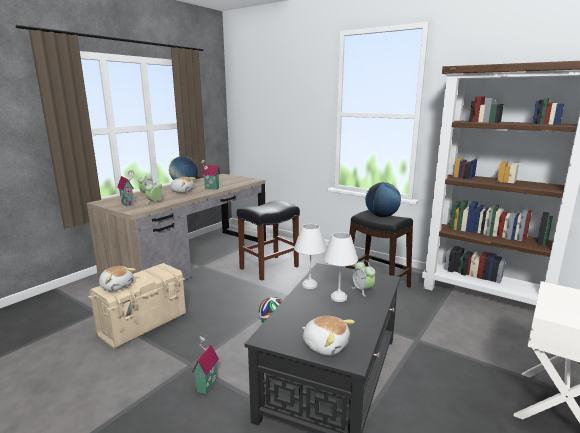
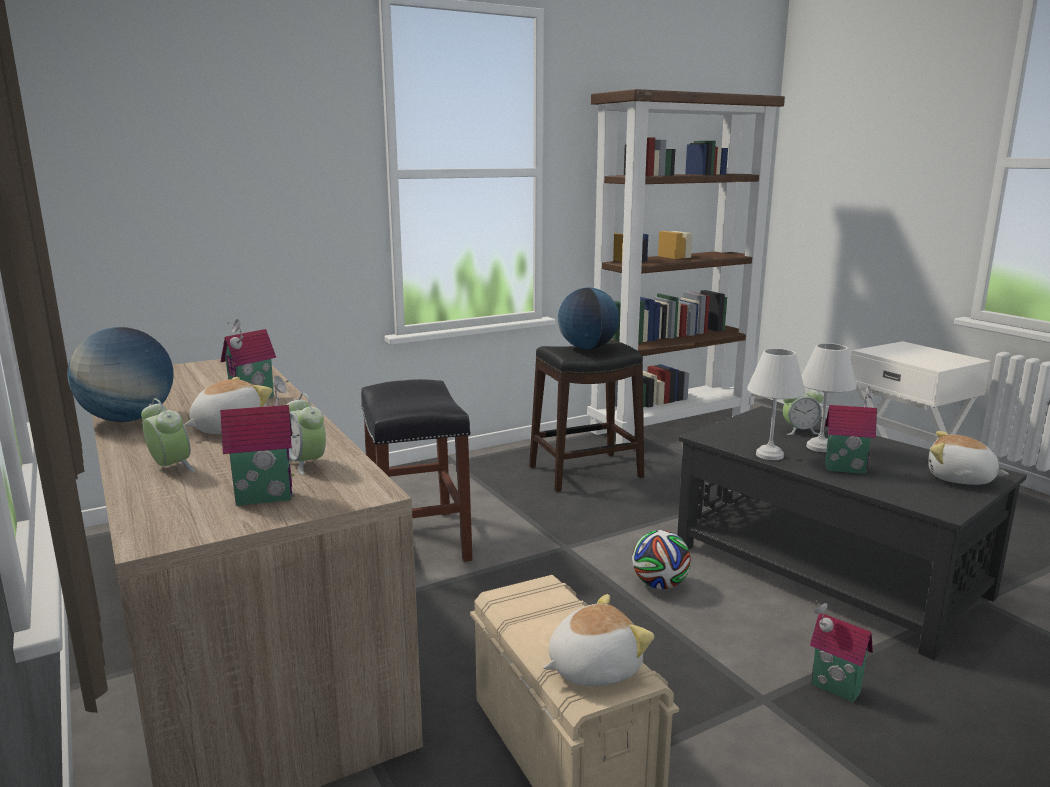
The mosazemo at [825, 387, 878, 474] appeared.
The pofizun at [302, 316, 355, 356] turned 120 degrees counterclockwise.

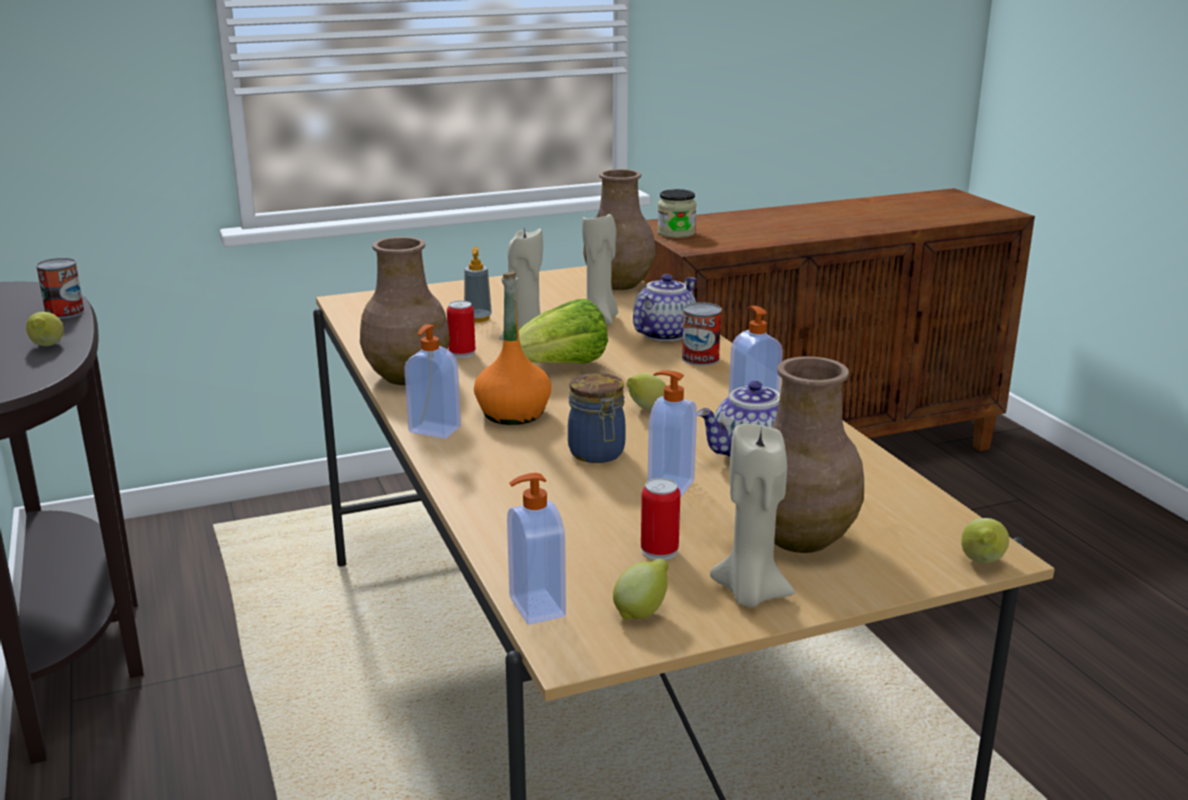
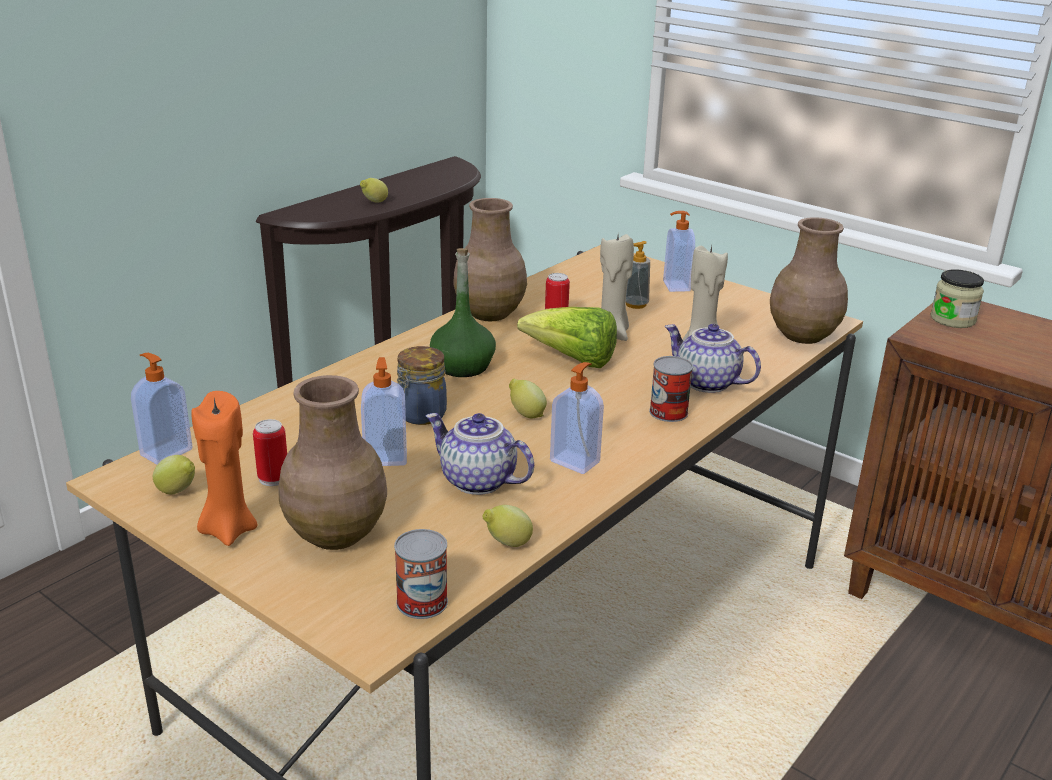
The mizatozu moved from [36, 258, 85, 319] to [394, 529, 448, 619].
The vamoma moved from [404, 324, 461, 439] to [663, 211, 695, 292].
The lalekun moved from [961, 518, 1009, 563] to [482, 505, 533, 547].
The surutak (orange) at [474, 272, 551, 425] became the surutak (green) at [430, 248, 496, 377].
The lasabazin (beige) at [710, 424, 795, 607] became the lasabazin (orange) at [191, 391, 258, 546].
The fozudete at [633, 274, 697, 341] turned 150 degrees counterclockwise.

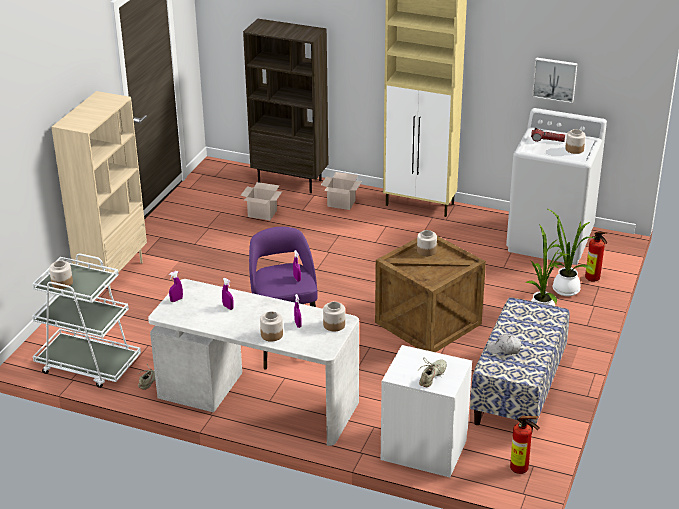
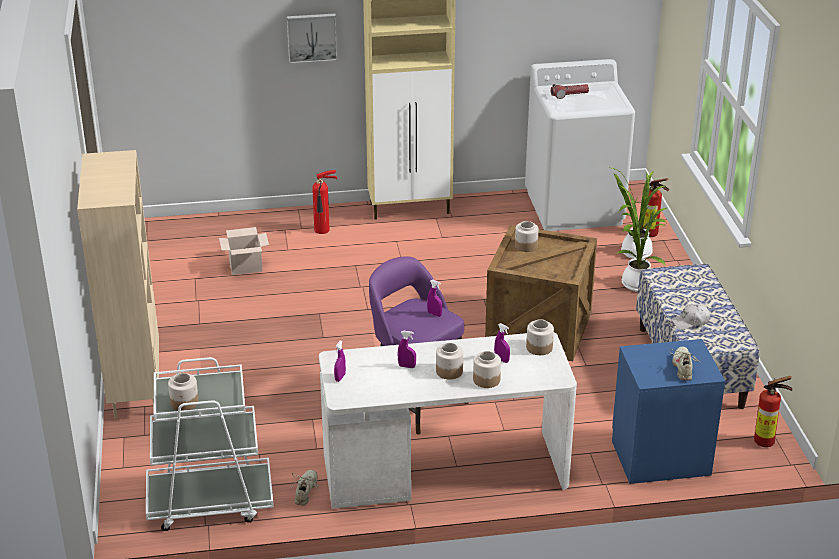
The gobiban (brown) at [243, 19, 328, 193] disappeared.
The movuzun moved from [532, 57, 578, 103] to [287, 14, 337, 64].
The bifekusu moved from [565, 129, 586, 154] to [436, 343, 463, 380].
The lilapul at [321, 172, 362, 210] was replaced by the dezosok at [312, 170, 337, 234].
The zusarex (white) at [381, 345, 472, 477] became the zusarex (blue) at [612, 339, 725, 484].

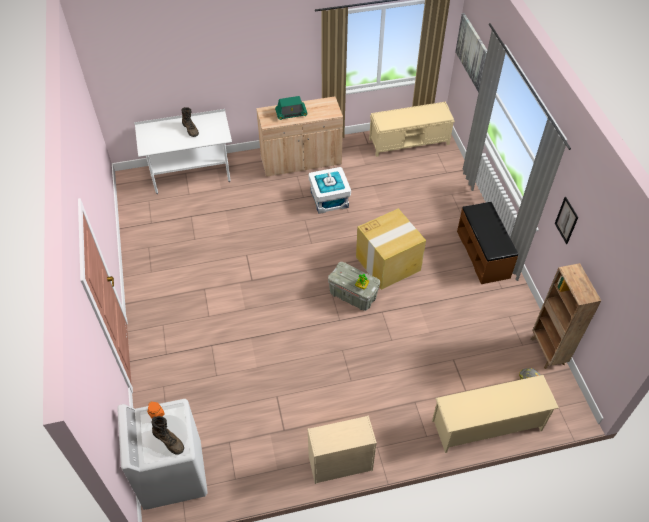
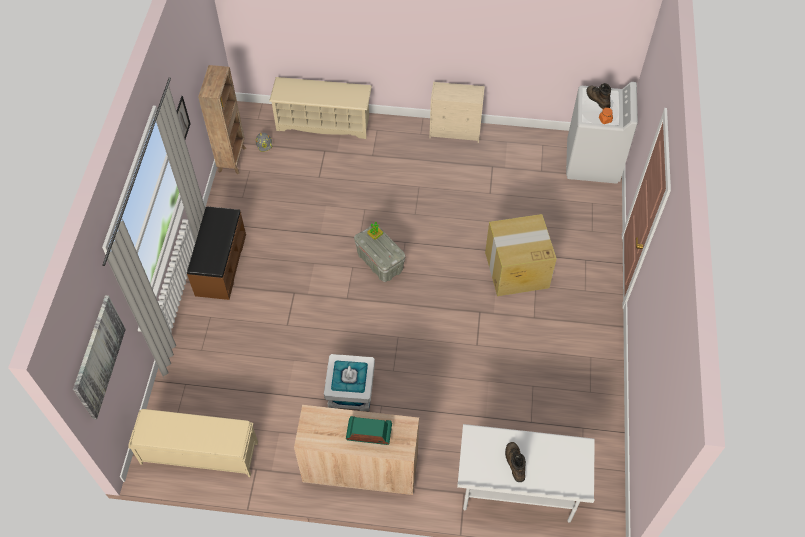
The lilapul moved from [356, 209, 426, 290] to [485, 214, 557, 296].

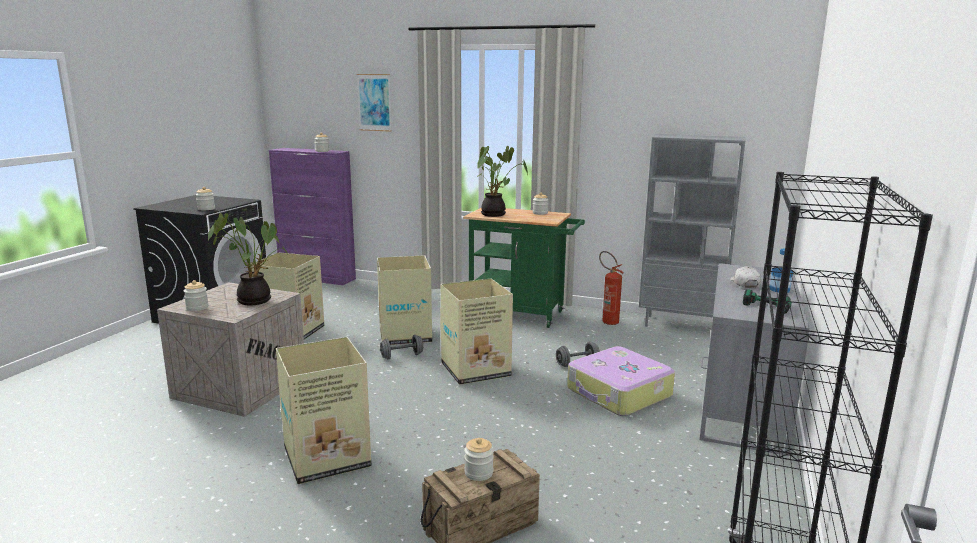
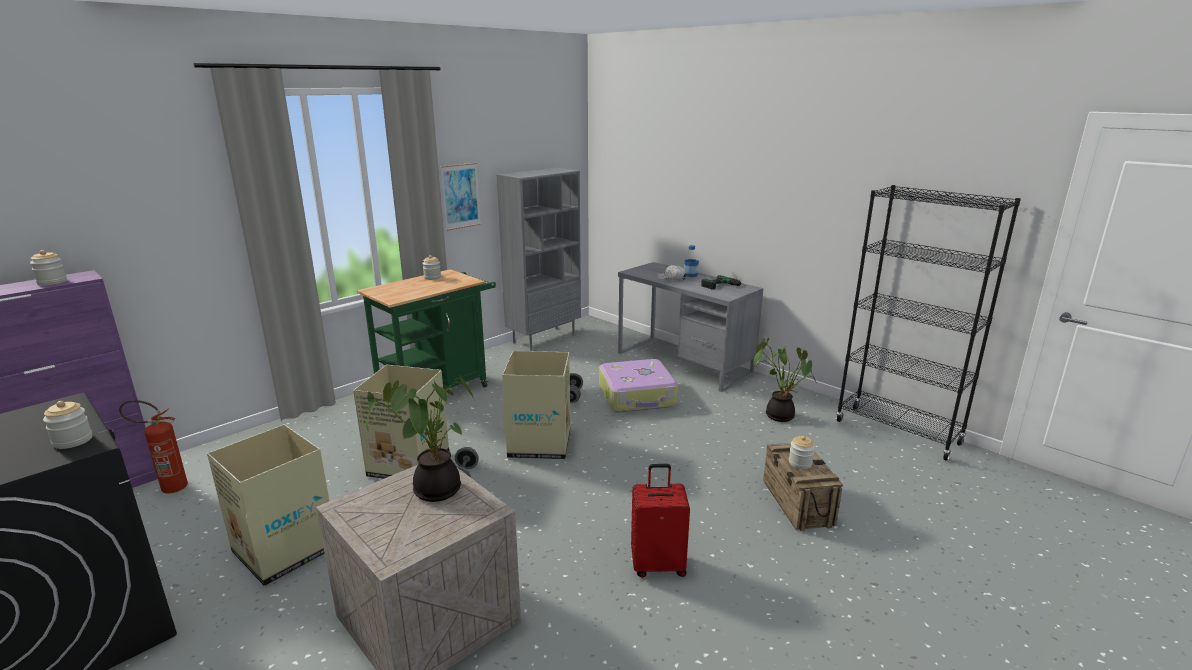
The bifekusu at [184, 280, 209, 311] disappeared.
The movuzun moved from [357, 74, 392, 132] to [441, 163, 481, 231].
The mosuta moved from [476, 146, 528, 217] to [754, 338, 816, 422].
The dezosok moved from [599, 251, 624, 325] to [119, 400, 188, 493].
The lilapul at [276, 337, 371, 484] was replaced by the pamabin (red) at [631, 464, 690, 577].

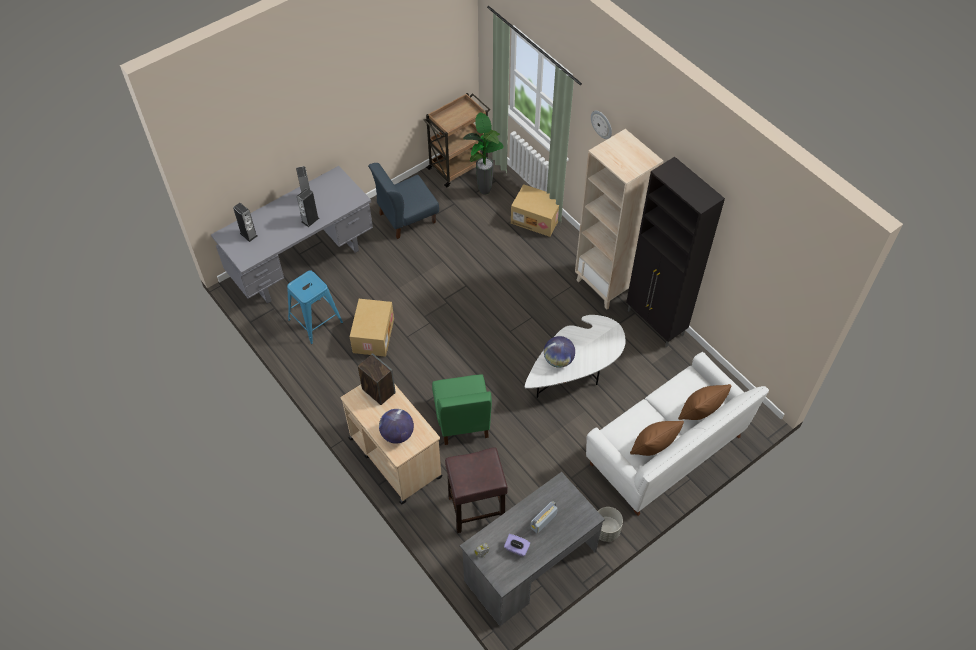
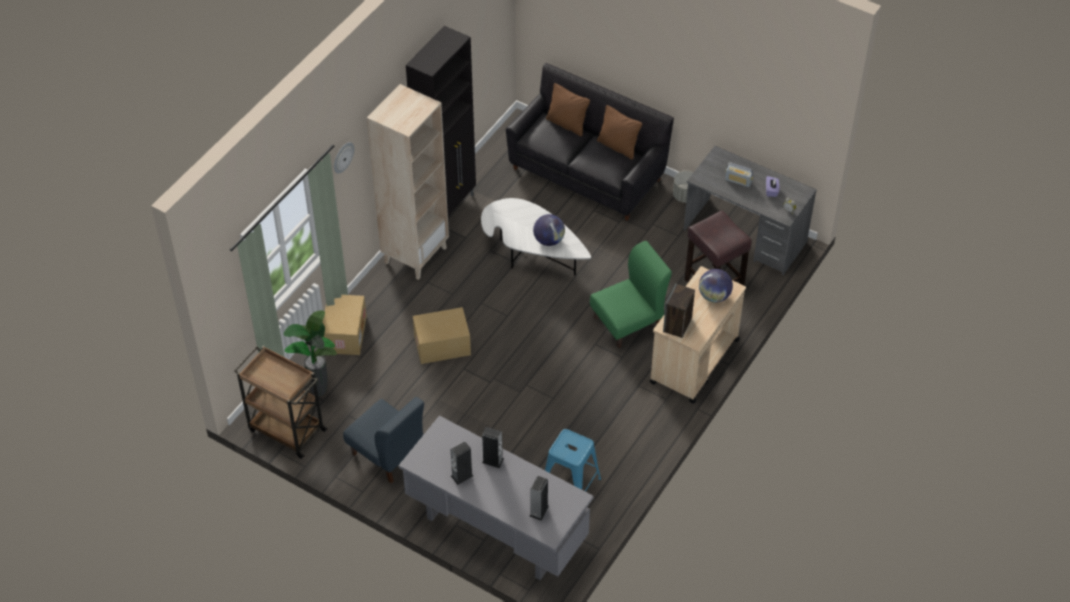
The lilapul moved from [350, 299, 394, 357] to [413, 307, 471, 364].
The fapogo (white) at [586, 352, 769, 516] became the fapogo (black) at [506, 63, 674, 221].

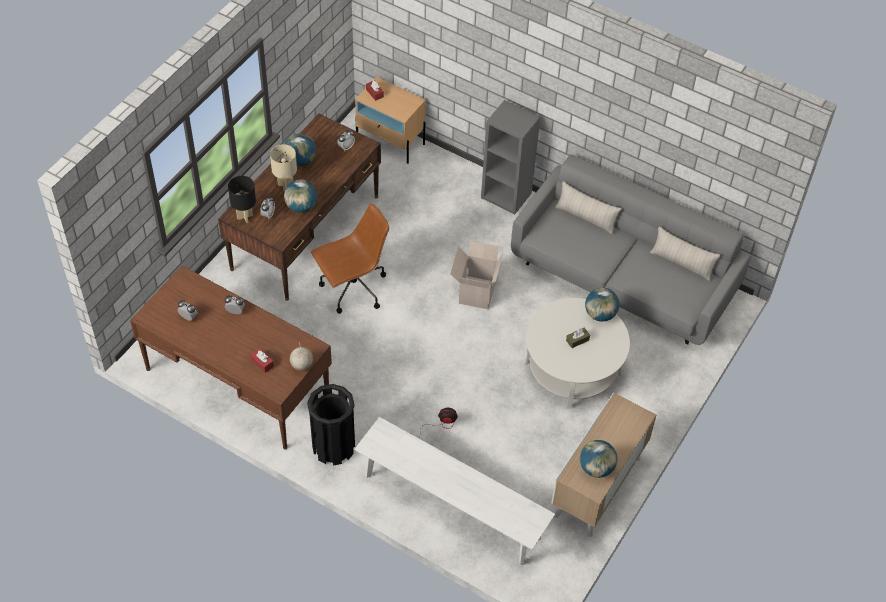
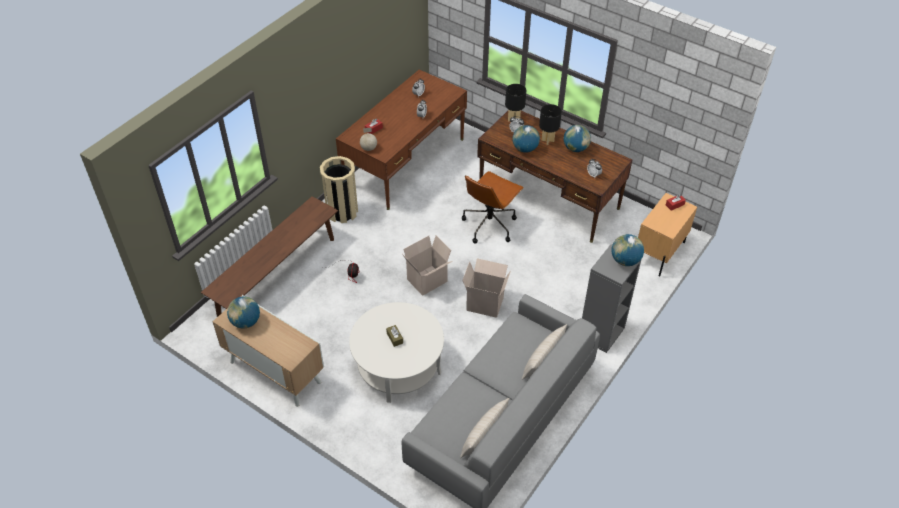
The lilapul at [403, 236, 453, 296] appeared.
The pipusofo moved from [585, 288, 619, 322] to [611, 234, 644, 266].
The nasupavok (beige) at [270, 144, 297, 191] became the nasupavok (black) at [539, 104, 562, 145].
The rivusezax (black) at [307, 384, 355, 465] became the rivusezax (beige) at [320, 156, 358, 223].
The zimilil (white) at [354, 417, 555, 565] became the zimilil (brown) at [201, 196, 338, 317].
The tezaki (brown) at [311, 203, 389, 314] turned 60 degrees clockwise.

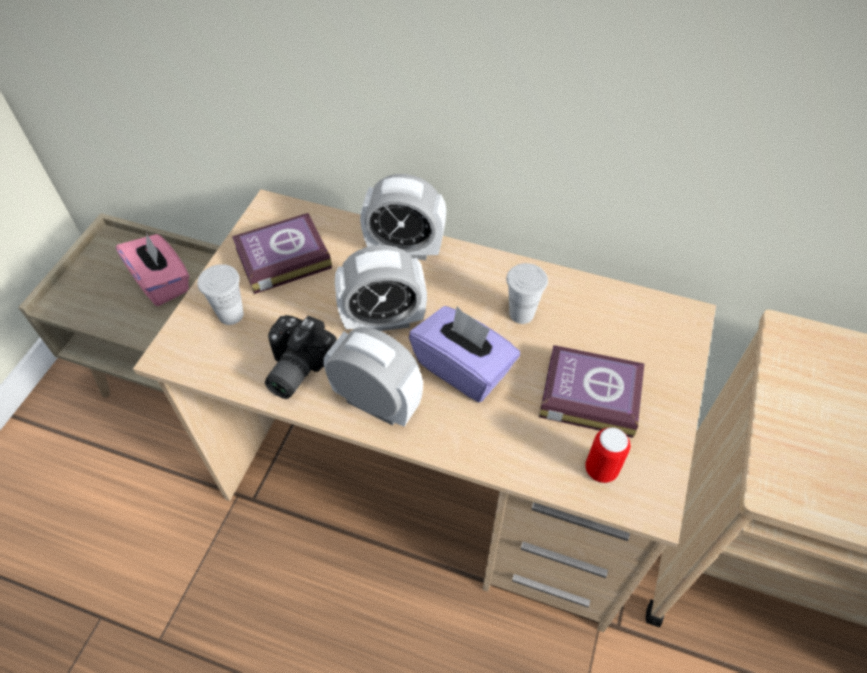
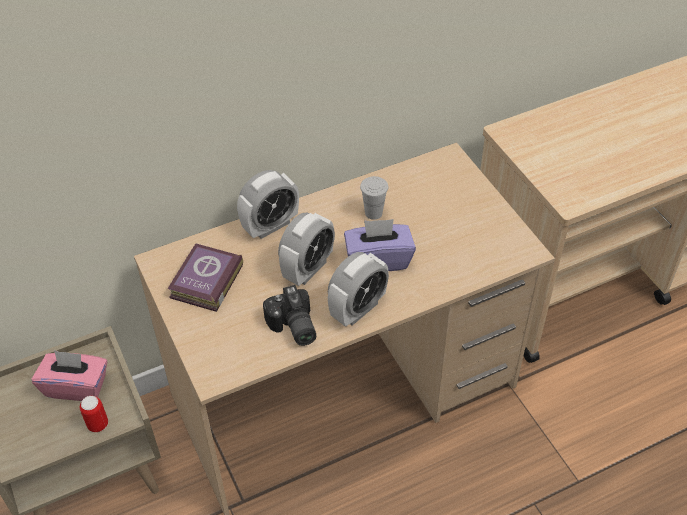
The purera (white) at [197, 264, 244, 325] disappeared.
The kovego at [539, 345, 644, 438] disappeared.
The mizatozu moved from [585, 427, 630, 483] to [80, 396, 108, 432].
The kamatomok at [324, 327, 423, 427] turned 150 degrees clockwise.

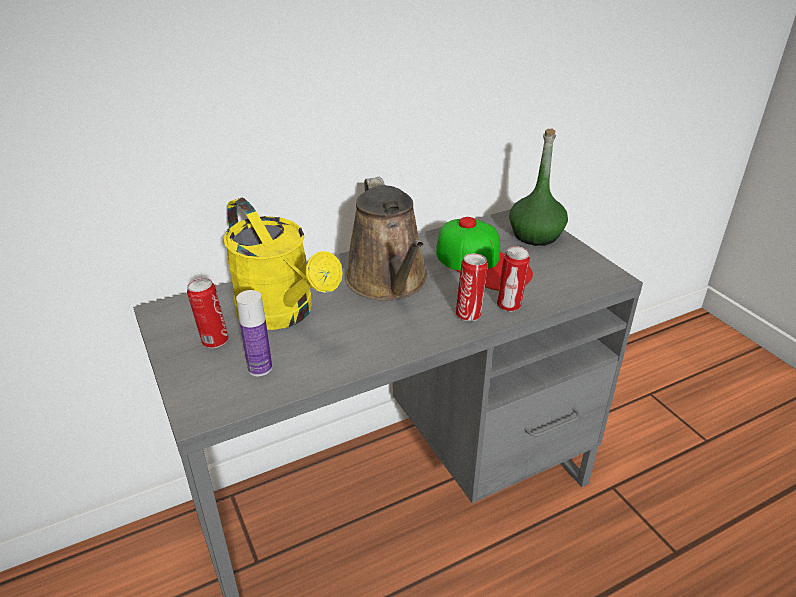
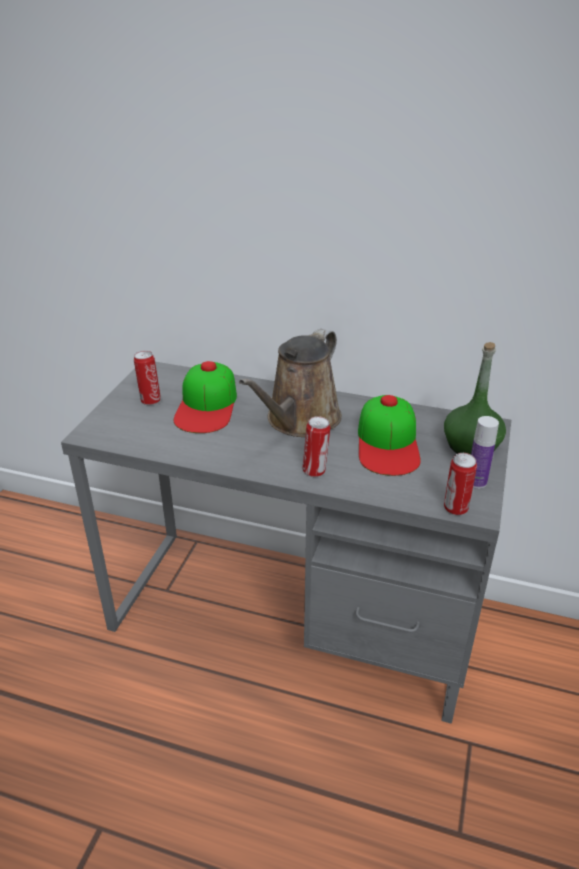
The surutak moved from [236, 290, 272, 376] to [471, 416, 499, 489].
The mizatozu moved from [497, 246, 530, 312] to [444, 453, 477, 515].
The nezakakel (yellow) at [223, 198, 343, 330] was replaced by the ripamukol at [174, 361, 237, 433].

